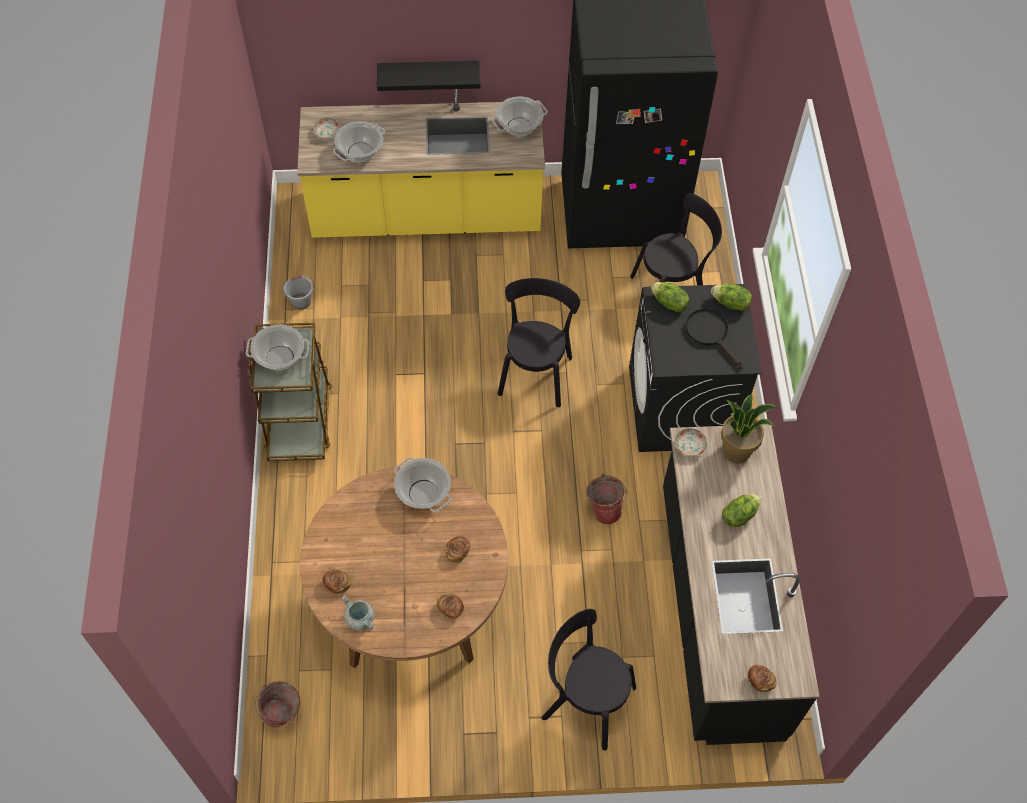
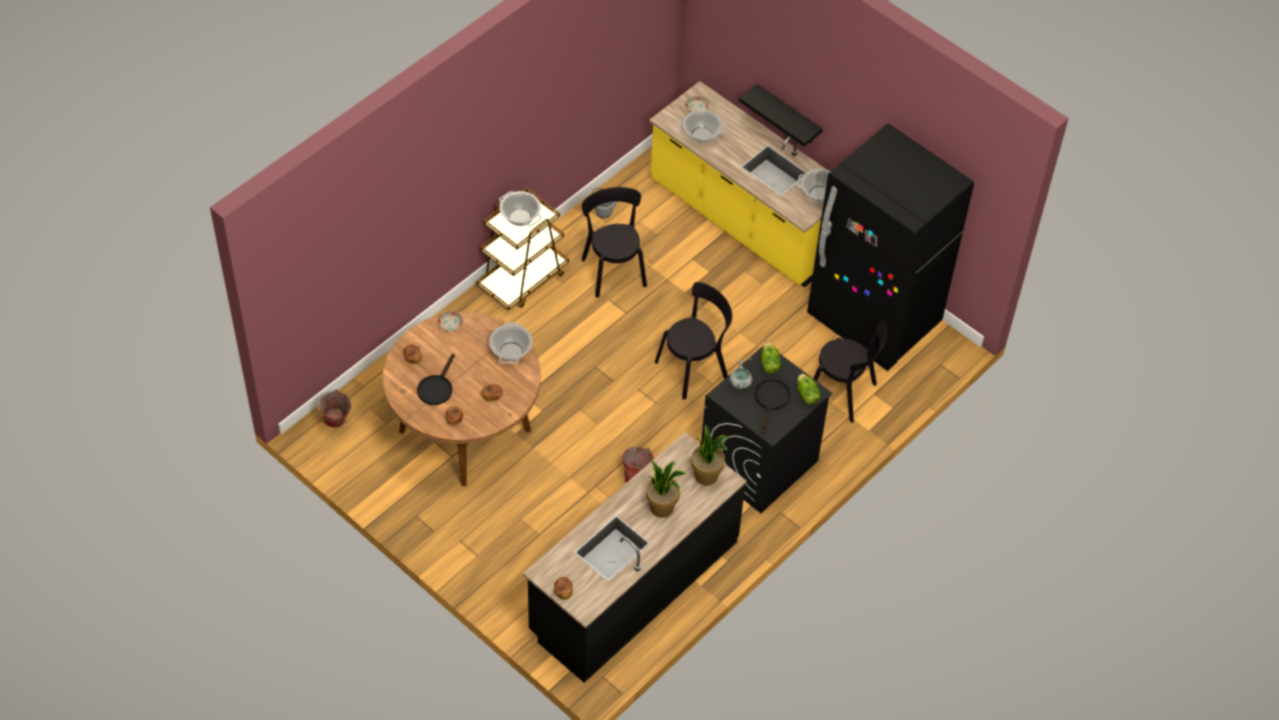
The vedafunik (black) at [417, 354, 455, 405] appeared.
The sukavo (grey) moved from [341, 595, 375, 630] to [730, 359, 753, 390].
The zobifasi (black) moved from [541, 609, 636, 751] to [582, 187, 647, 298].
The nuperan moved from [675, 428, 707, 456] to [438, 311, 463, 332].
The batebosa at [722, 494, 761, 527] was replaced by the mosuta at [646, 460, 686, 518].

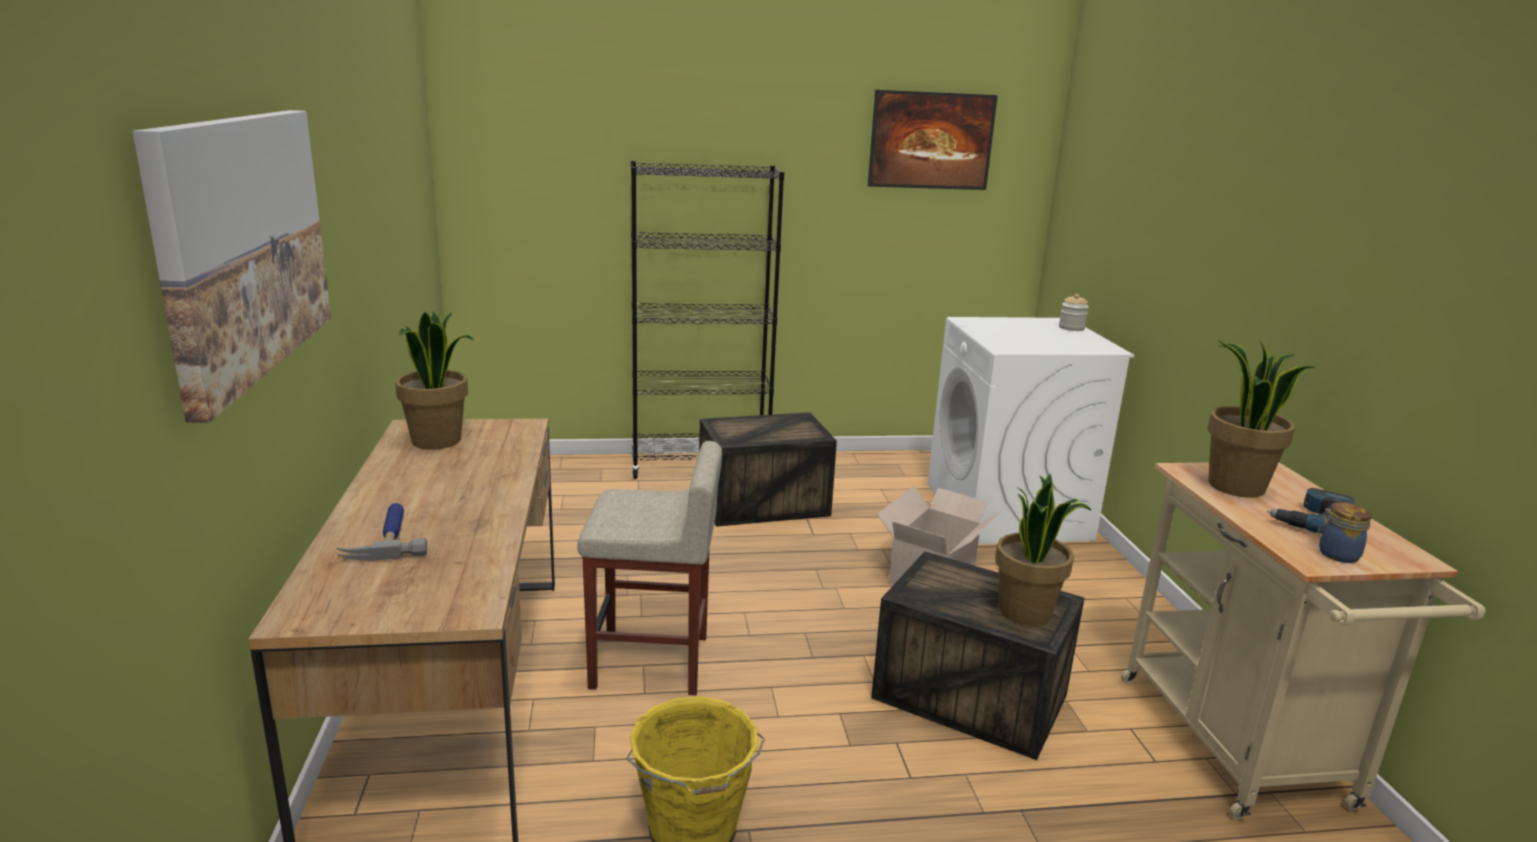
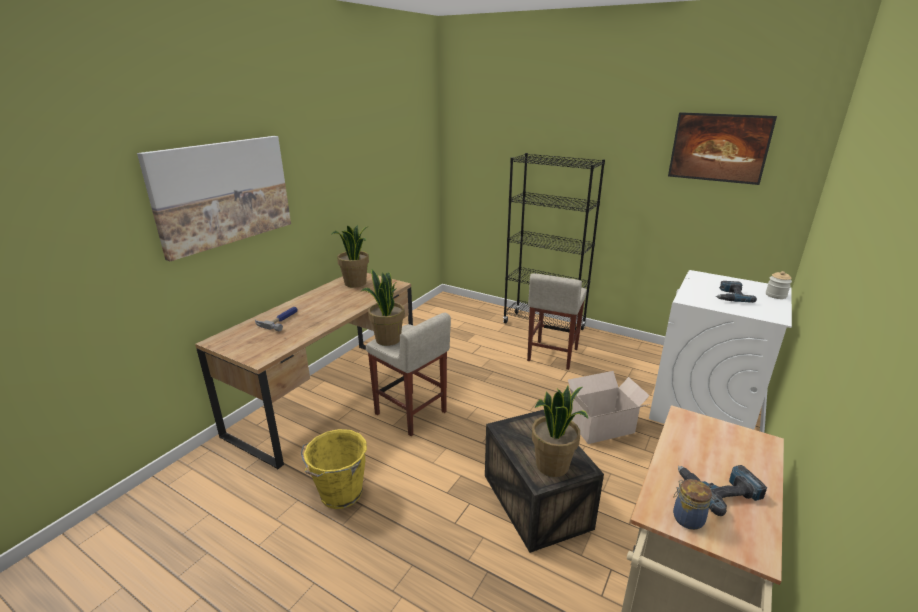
The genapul at [716, 281, 757, 303] appeared.
The mosuta moved from [1208, 340, 1315, 498] to [360, 269, 405, 346].
The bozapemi at [699, 412, 837, 527] was replaced by the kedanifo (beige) at [527, 273, 587, 370].

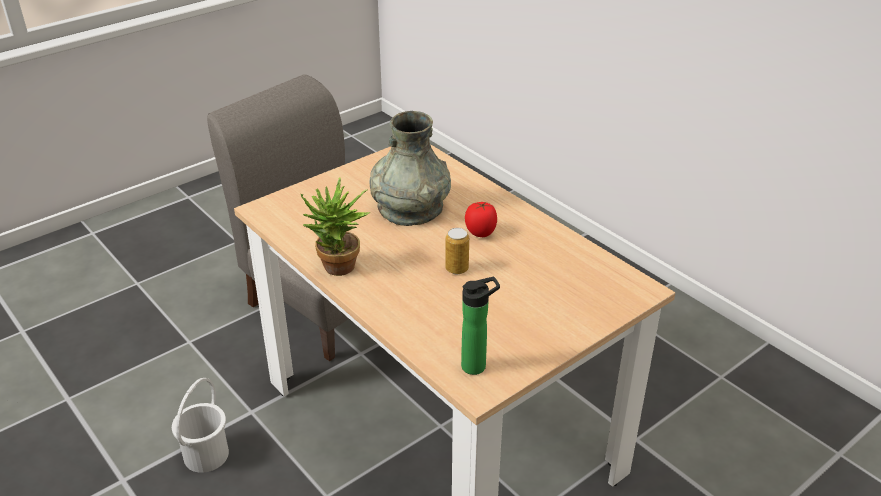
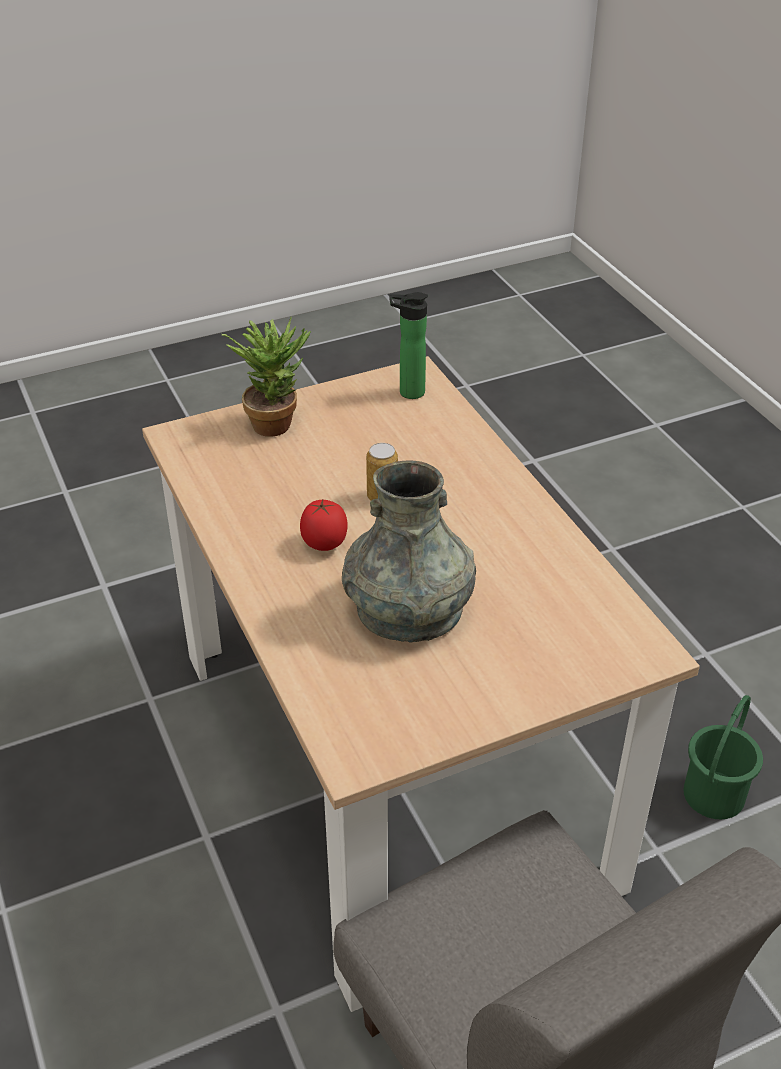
The mosuta moved from [301, 177, 371, 276] to [222, 317, 311, 437].
The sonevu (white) at [172, 378, 229, 473] became the sonevu (green) at [684, 695, 763, 819].

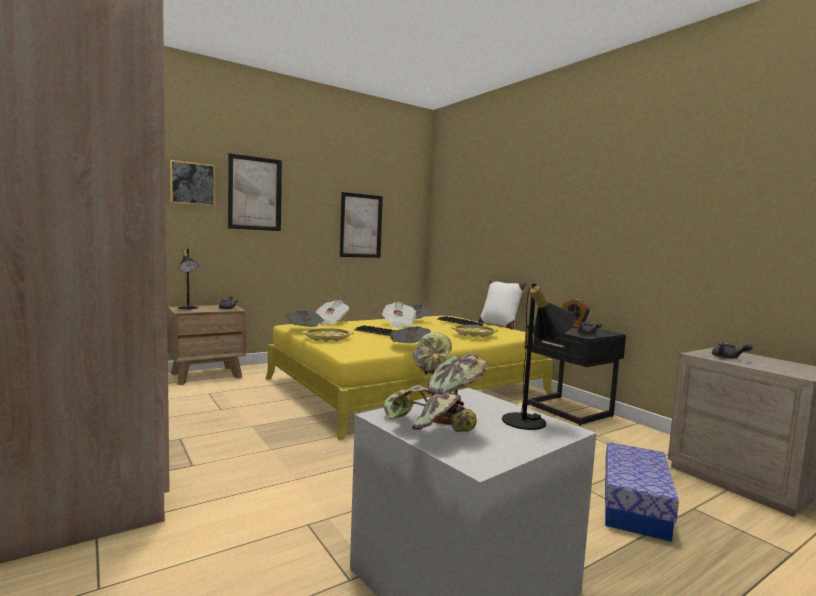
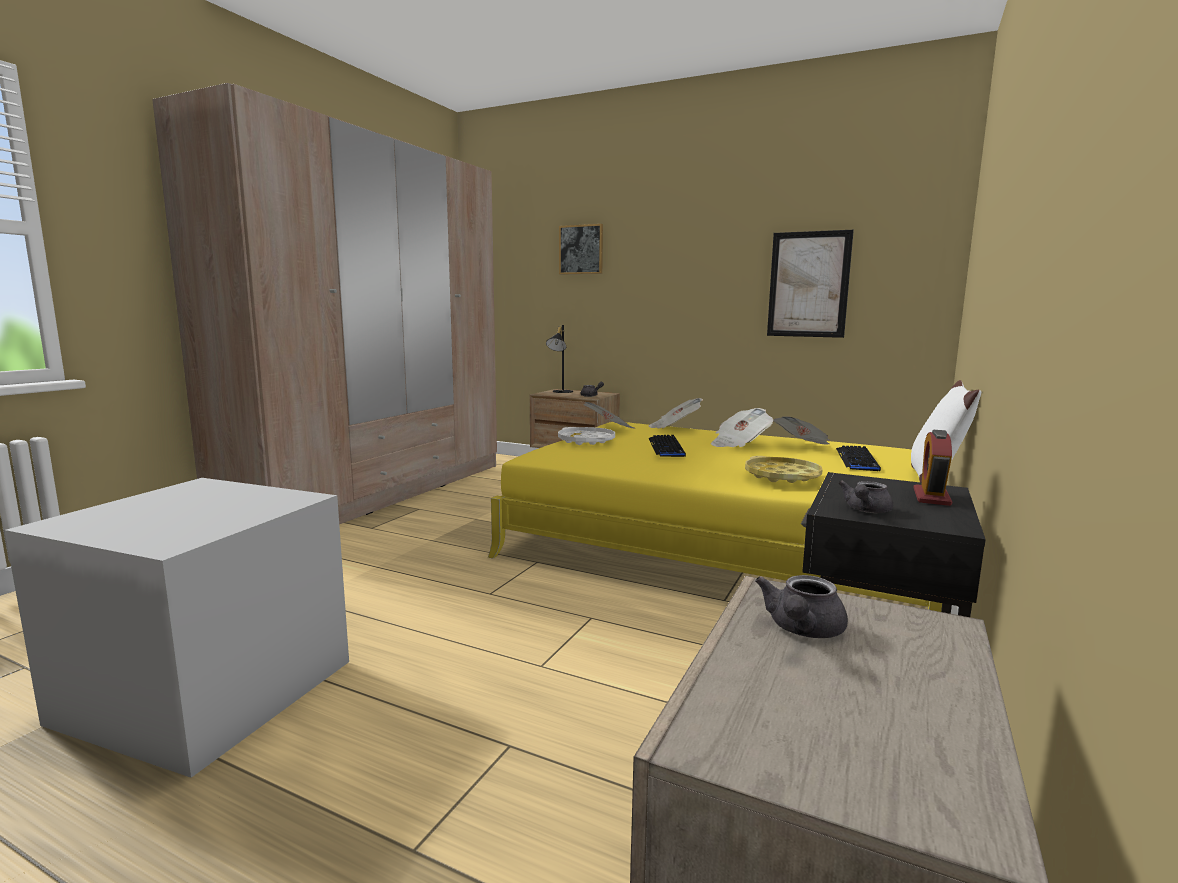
The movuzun at [228, 153, 282, 231] disappeared.
The mosuta at [383, 332, 489, 432] disappeared.
The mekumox at [390, 326, 431, 343] disappeared.
The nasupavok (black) at [502, 283, 576, 430] disappeared.
The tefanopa at [605, 442, 679, 542] disappeared.
The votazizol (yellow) at [302, 328, 354, 342] became the votazizol (white) at [558, 427, 615, 445].

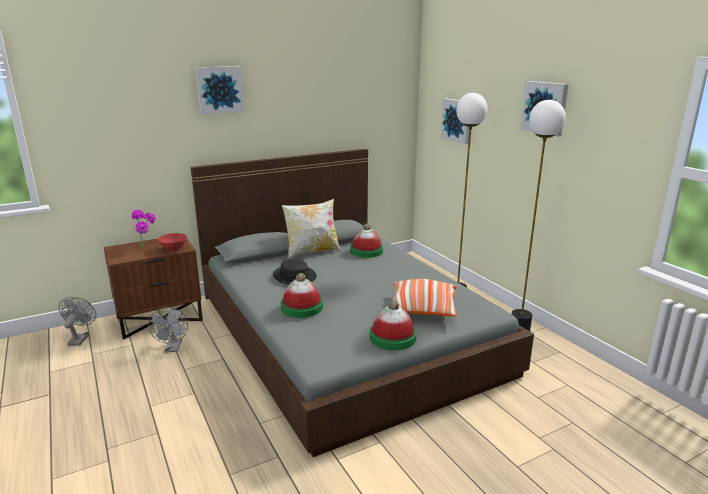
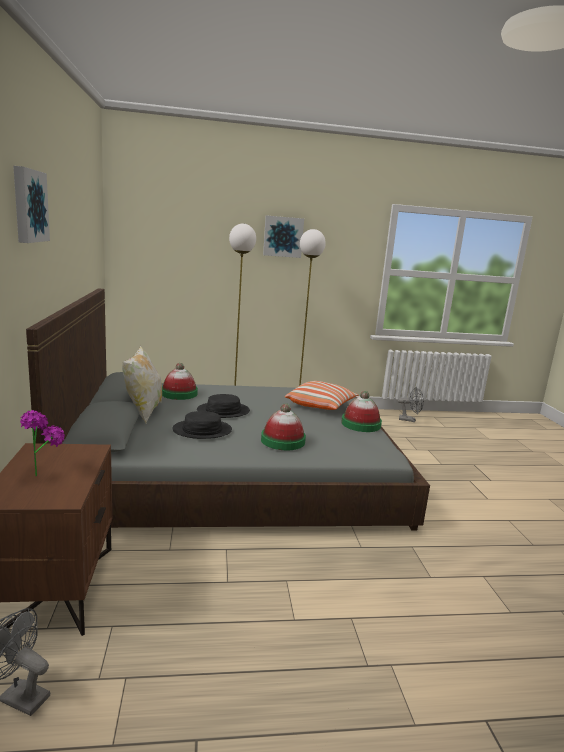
The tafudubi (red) at [158, 233, 187, 252] disappeared.
The movuzun at [440, 98, 469, 144] disappeared.
The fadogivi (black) at [197, 394, 250, 418] appeared.
The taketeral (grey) moved from [149, 307, 188, 352] to [398, 387, 424, 422].

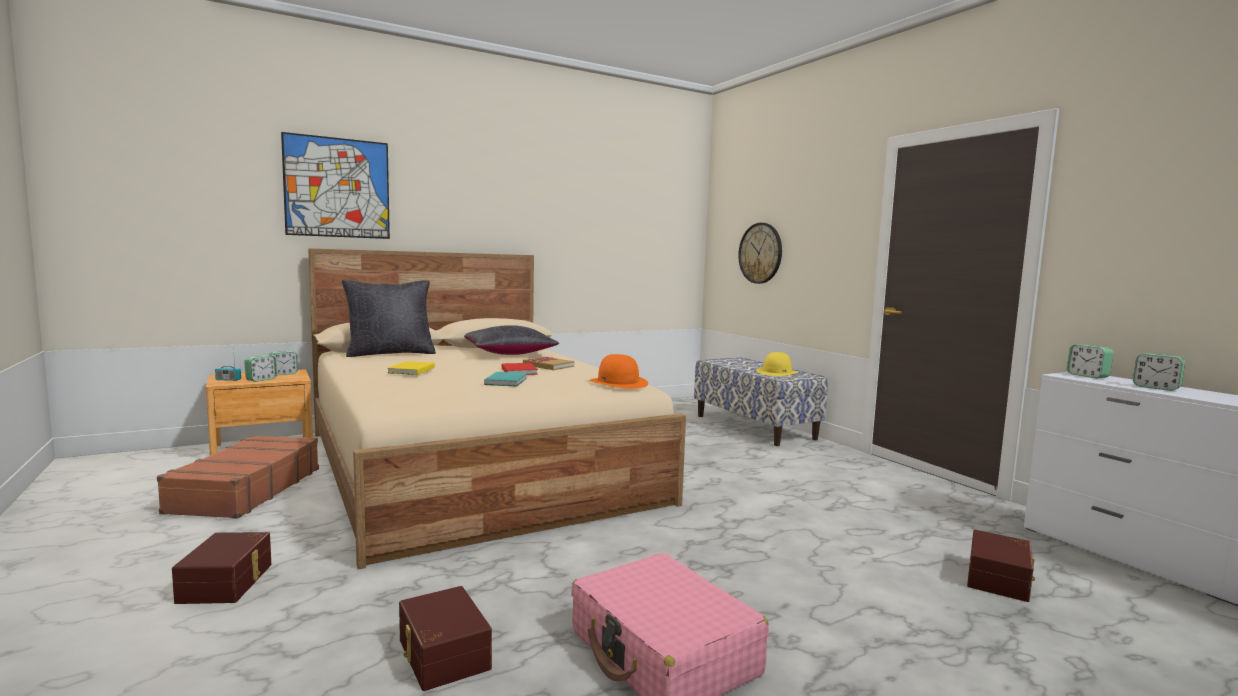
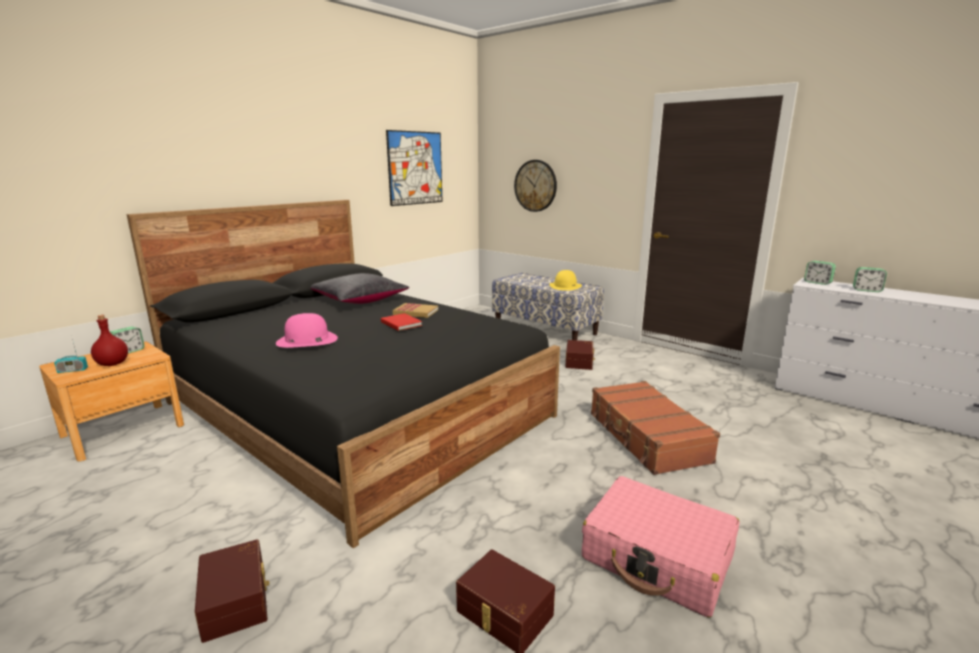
The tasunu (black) at [342, 280, 436, 357] disappeared.
The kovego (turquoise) at [484, 372, 527, 387] disappeared.
The fadogivi (orange) at [589, 354, 648, 389] disappeared.
The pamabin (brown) moved from [157, 435, 319, 519] to [591, 381, 720, 475].
The movuzun moved from [281, 132, 390, 239] to [386, 130, 443, 206].
The tefanopa (brown) moved from [967, 530, 1035, 602] to [565, 340, 595, 370].
The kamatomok at [244, 355, 277, 382] was replaced by the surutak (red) at [91, 315, 128, 366].
The kovego (yellow) at [387, 361, 435, 375] was replaced by the fadogivi (pink) at [276, 313, 338, 348].
The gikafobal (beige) at [308, 248, 686, 569] became the gikafobal (black) at [127, 200, 560, 548].

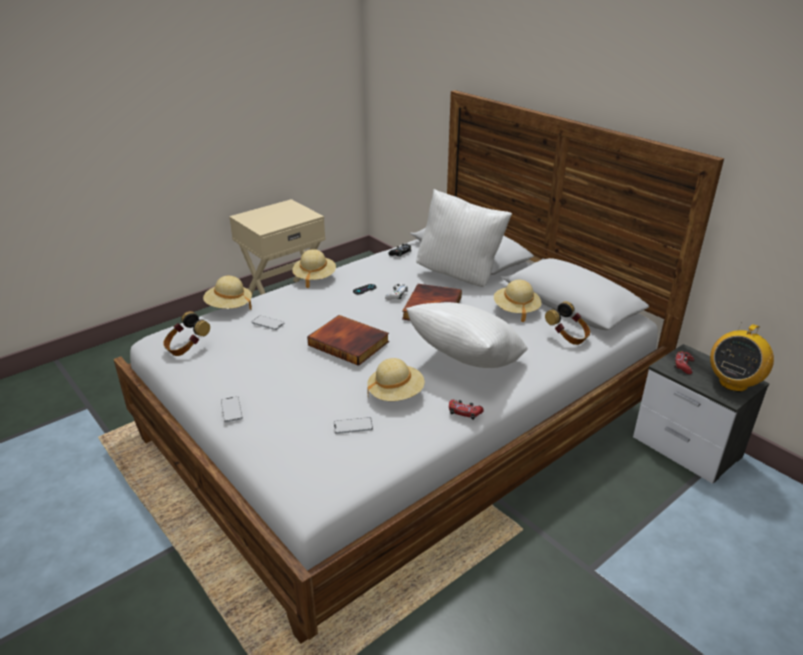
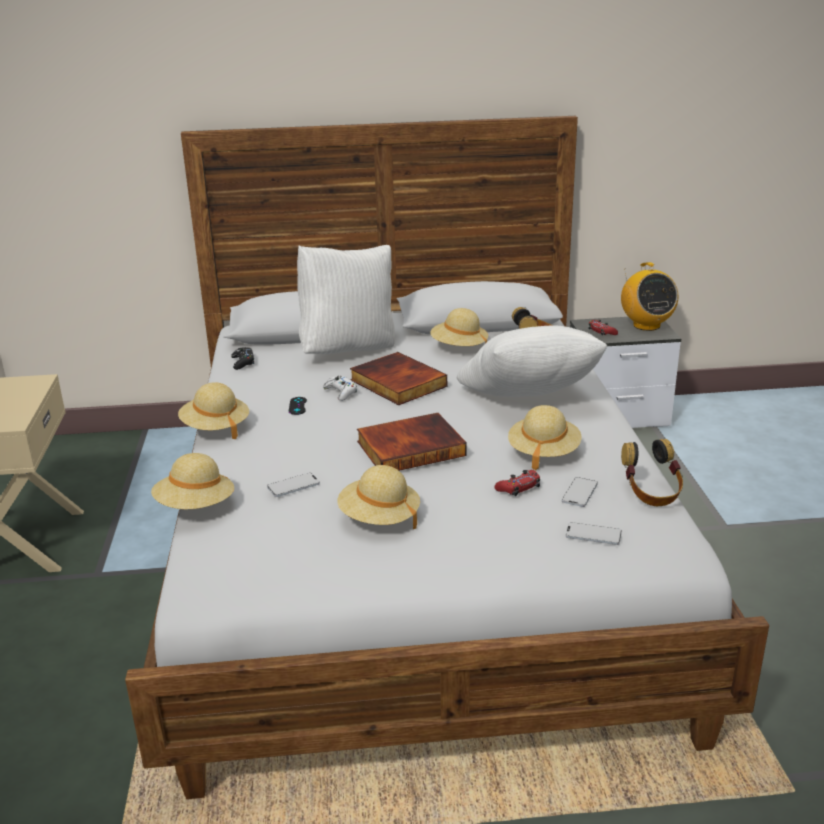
The fadogivi (beige) at [337, 465, 420, 529] appeared.
The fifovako moved from [163, 311, 210, 356] to [621, 439, 683, 506].
The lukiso moved from [221, 396, 243, 422] to [566, 522, 622, 545].
The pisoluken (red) moved from [449, 400, 484, 420] to [495, 470, 540, 496].

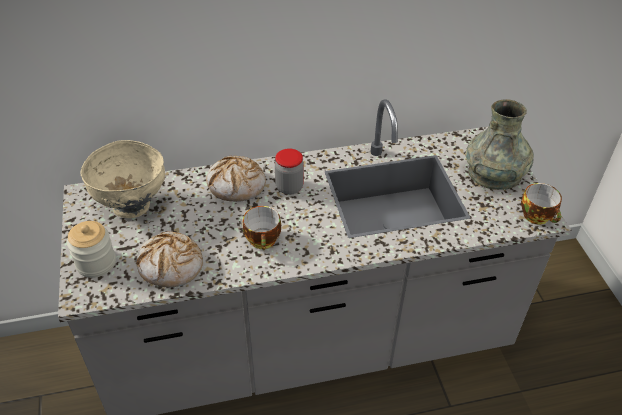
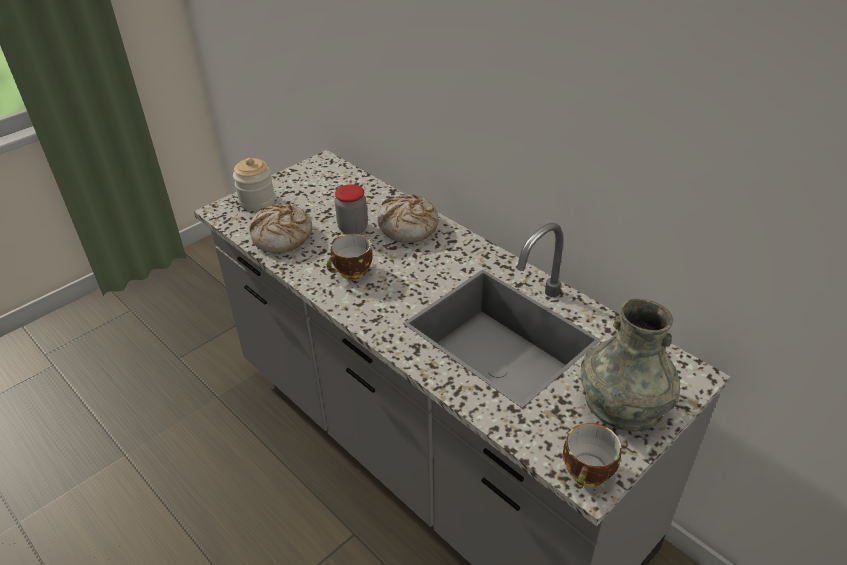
The tafudubi (beige) at [81, 140, 165, 218] disappeared.
The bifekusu moved from [275, 148, 304, 195] to [335, 184, 368, 234].

